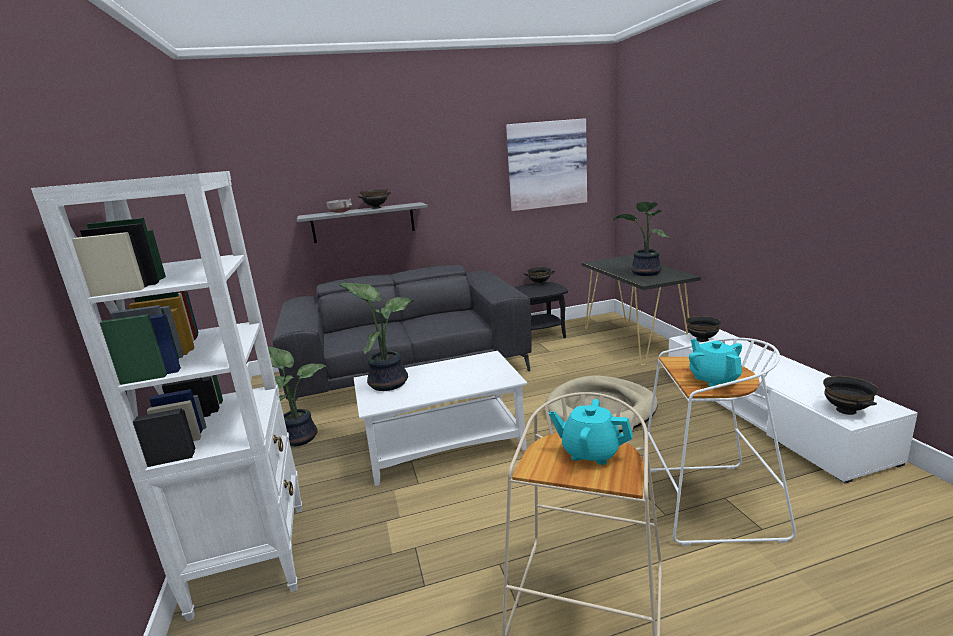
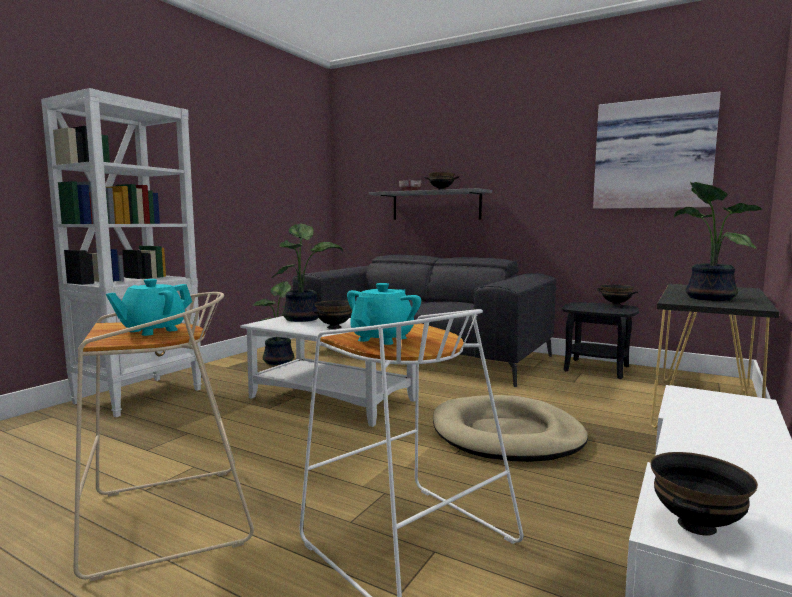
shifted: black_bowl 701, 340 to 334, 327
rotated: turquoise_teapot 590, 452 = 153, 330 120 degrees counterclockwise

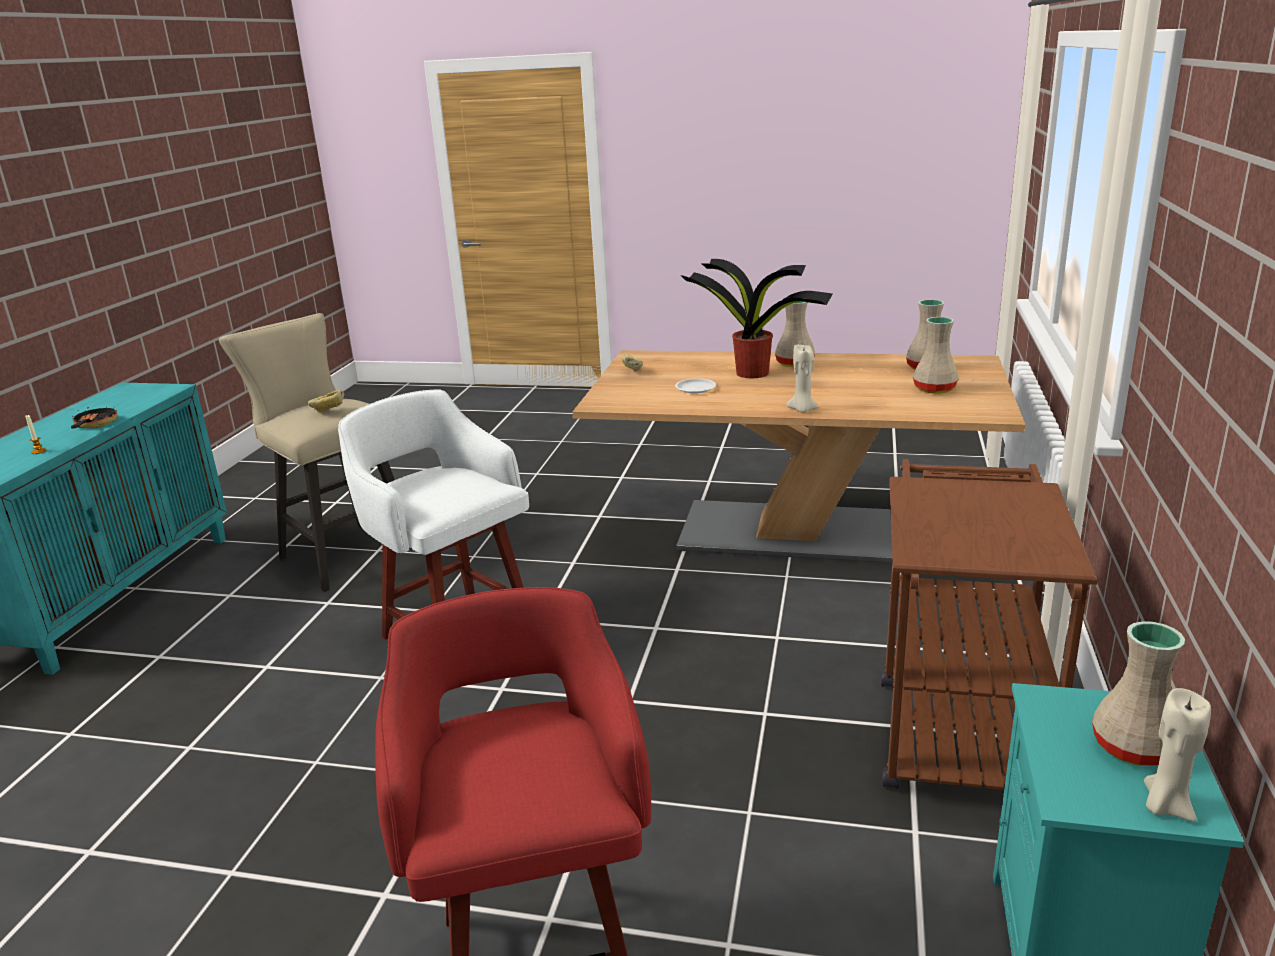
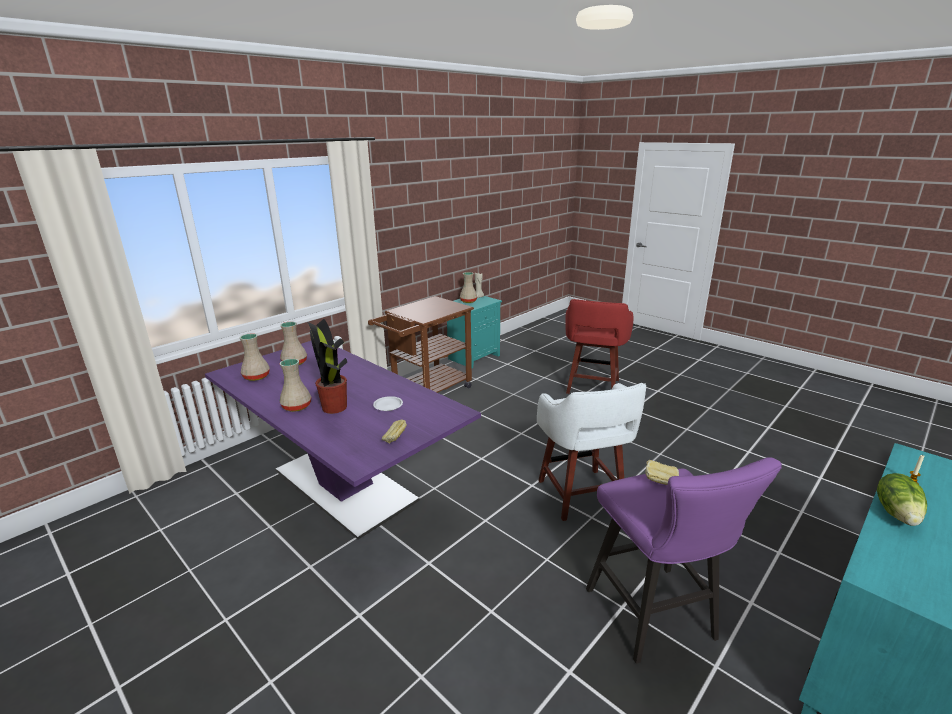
gone: beige_wax_candle 802, 410
swapped: frying_pan 94, 425 to lettuce_head 897, 513
repainted: beige_stool_seat 342, 552 to purple-coloured_stool_seat 656, 620; beige_kitchen_table 793, 533 to purple-coloured_kitchen_table 344, 486

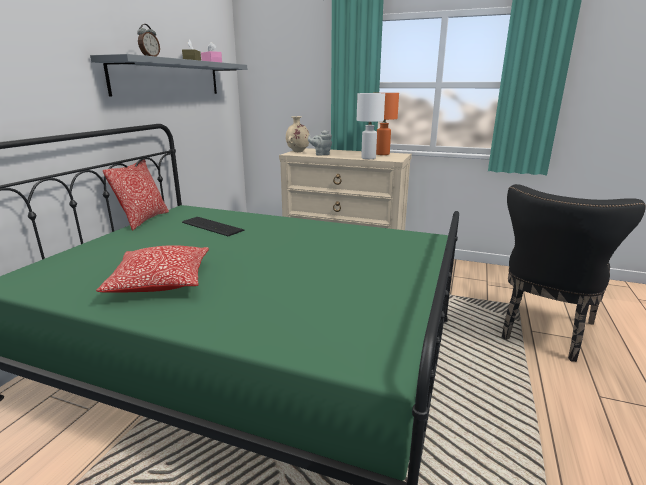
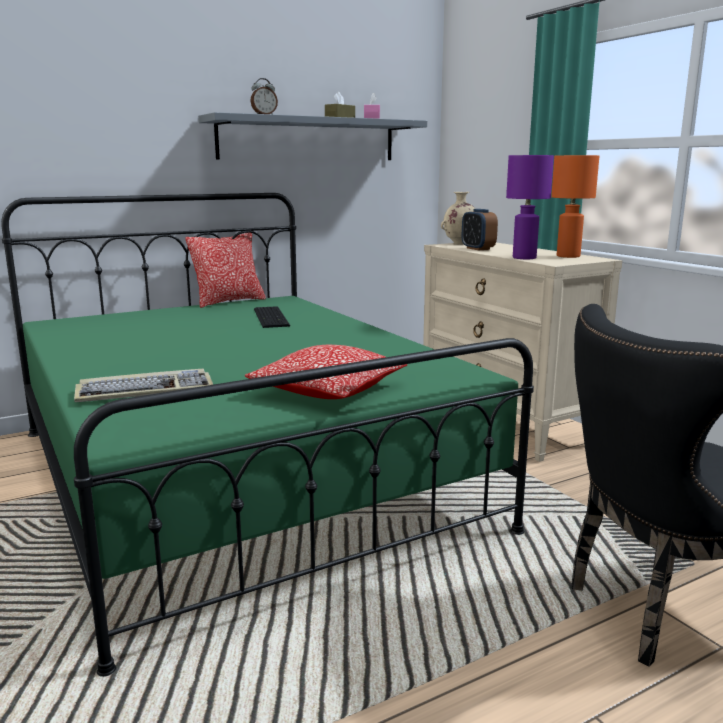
new: computer_keyboard 146, 390
shifted: cushion 161, 282 to 328, 391
swapped: gray_teapot 321, 154 to table_clock 478, 249
repainted: whitish_table_lamp 368, 158 to purple-coloured_table_lamp 525, 258

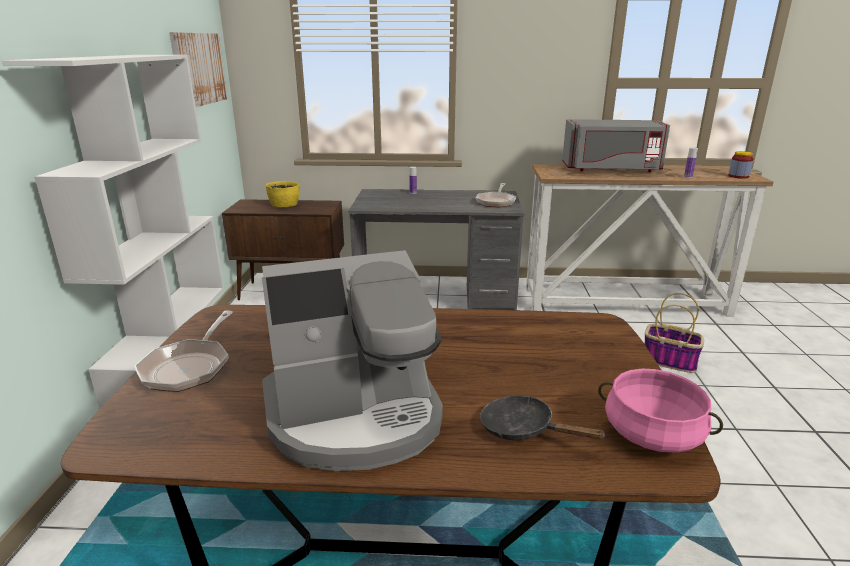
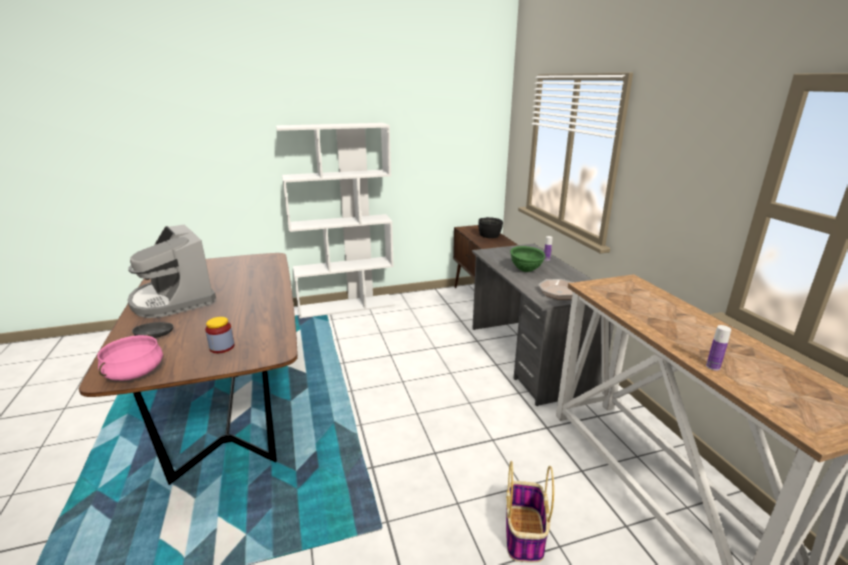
gone: frying_pan 189, 367; picture 198, 69; gray_microwave_oven 611, 169
new: green_bowl 526, 271
shifted: storage_jar 738, 176 to 222, 347
repainted: yellow-coloured_bowl 284, 204 to black_bowl 490, 235

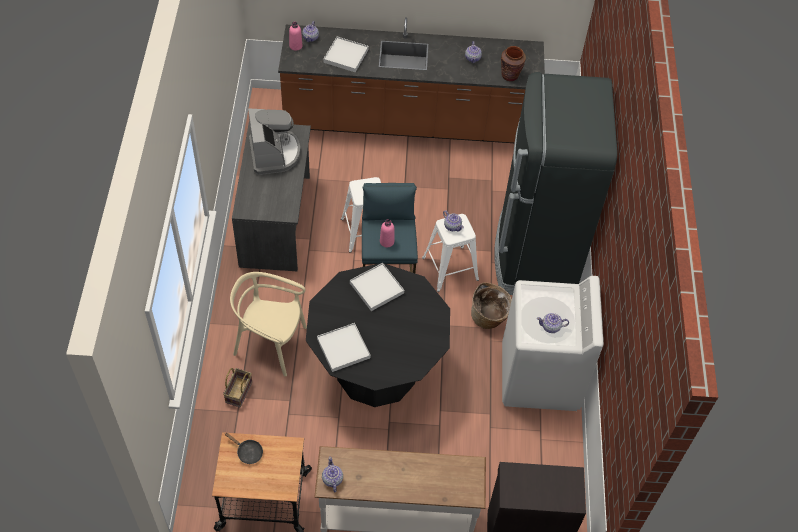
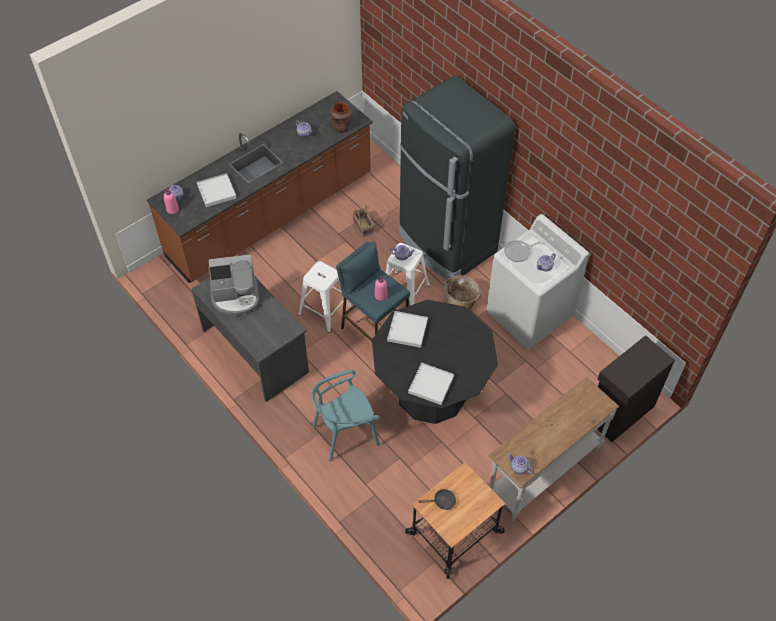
new: frying_pan 518, 252
shifted: basket 239, 393 to 364, 227
repainted: beige_chair 270, 344 to turquoise_chair 345, 433
rotated: coffee_machine 274, 153 = 236, 297 135 degrees clockwise

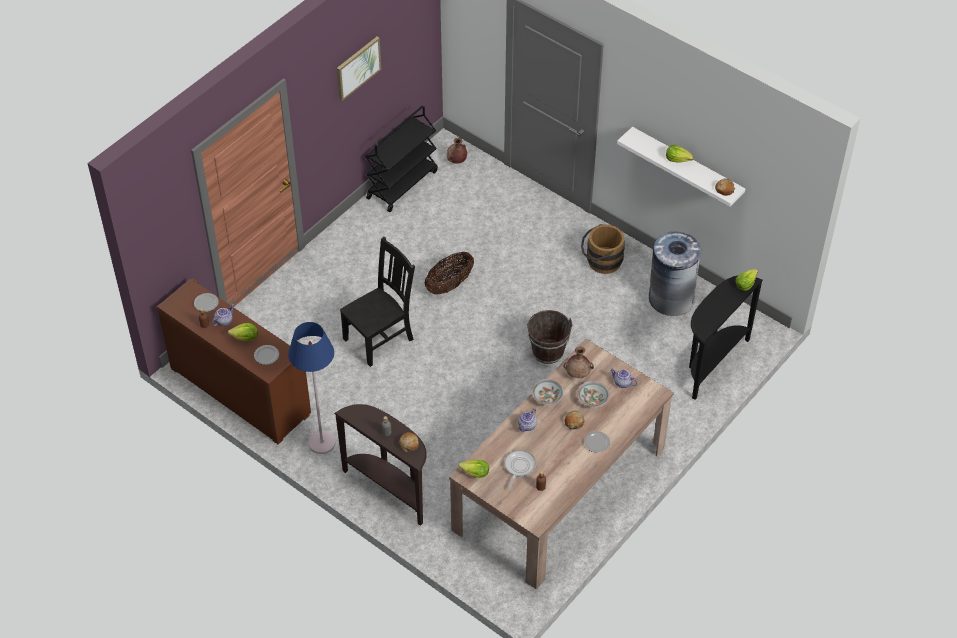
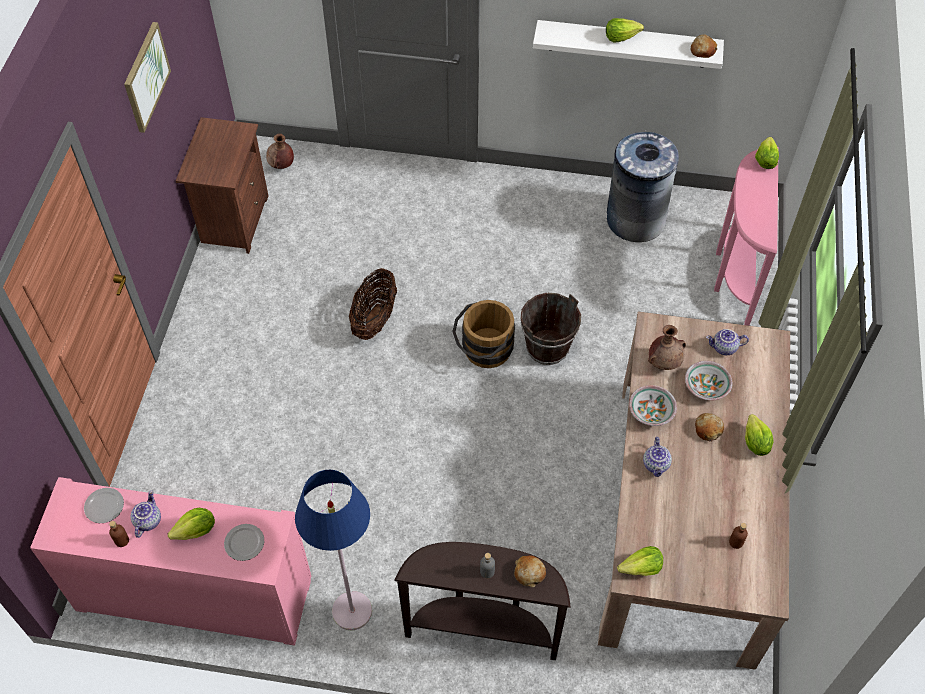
gone: black_chair 380, 338; frying_pan 519, 467
shifted: brown_pail 601, 261 to 484, 351
swapped: black_trolley 402, 184 to brown_bedside_table 234, 220; dinner_plate 596, 442 to lettuce_head 755, 443
repainted: brown_cupboard 240, 391 to pinkish_cupboard 194, 594; black_console_table 711, 363 to pinkish_console_table 733, 274

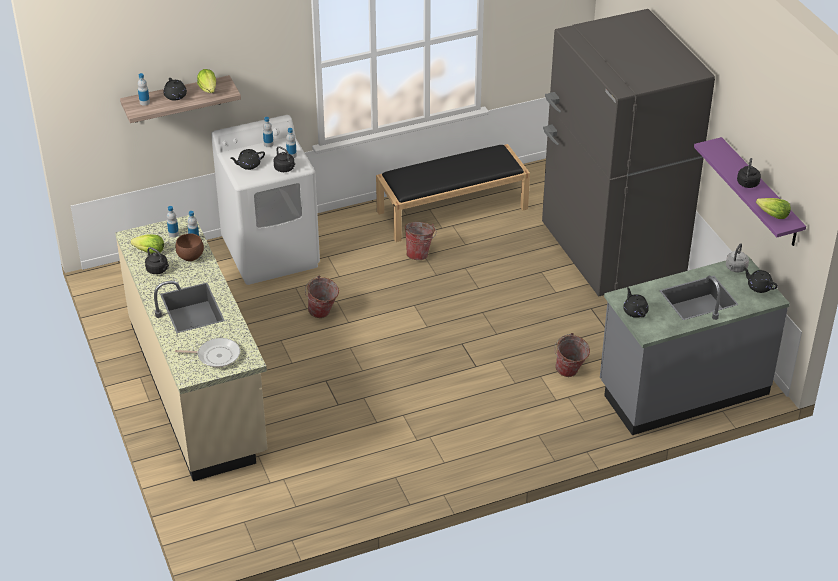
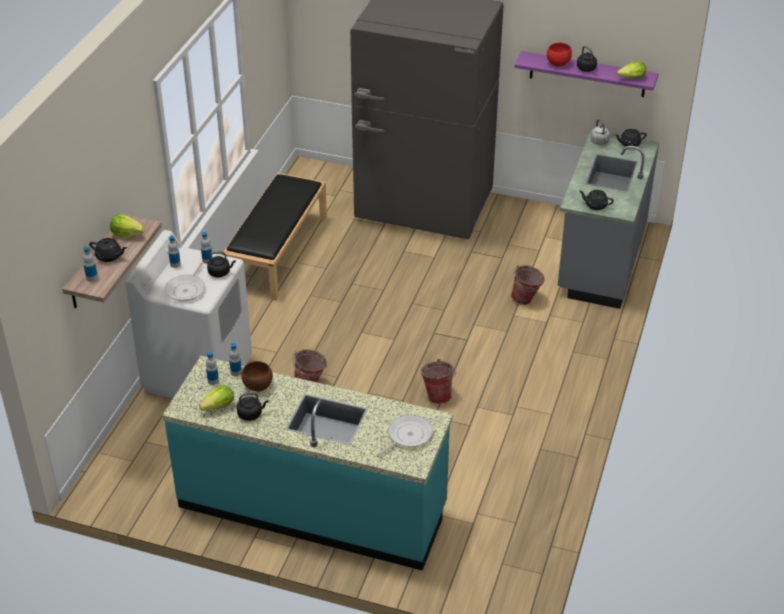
new: red-coloured_bowl 557, 63
shifted: pail 420, 254 to 437, 395
swapped: black_teapot 248, 165 to frying_pan 187, 289
repainted: beige_kitchen_counter 198, 388 to turquoise_kitchen_counter 312, 507

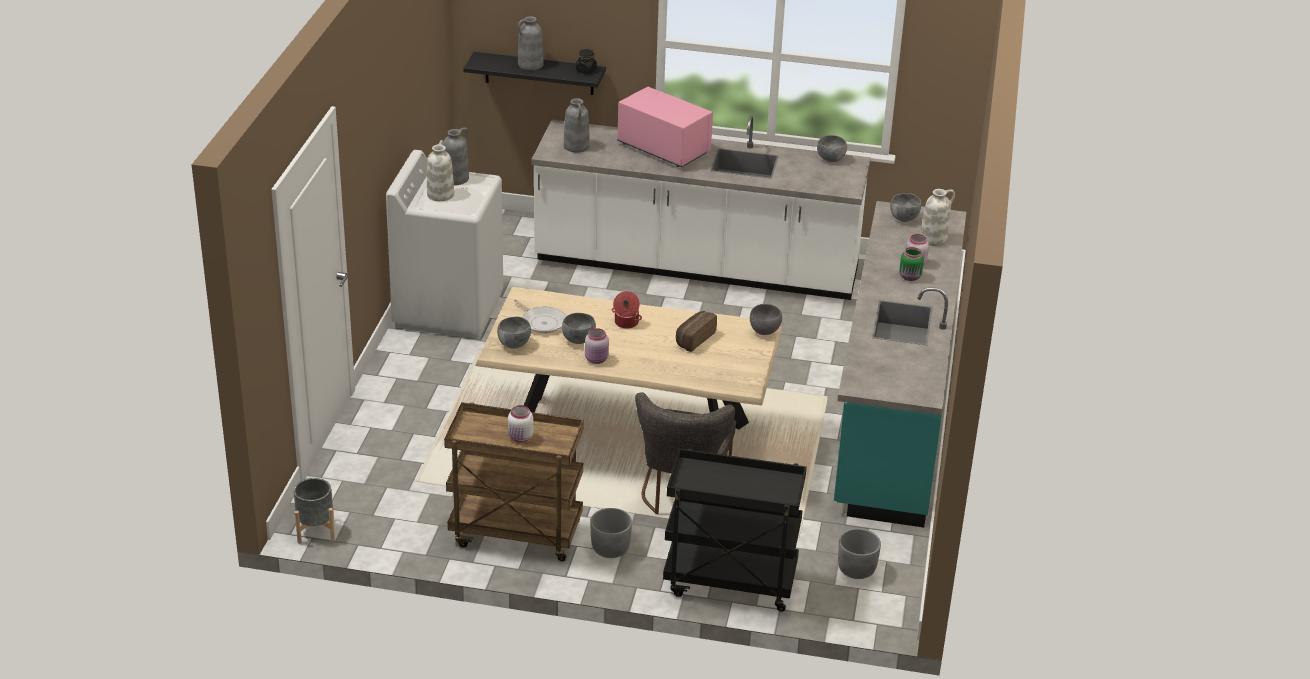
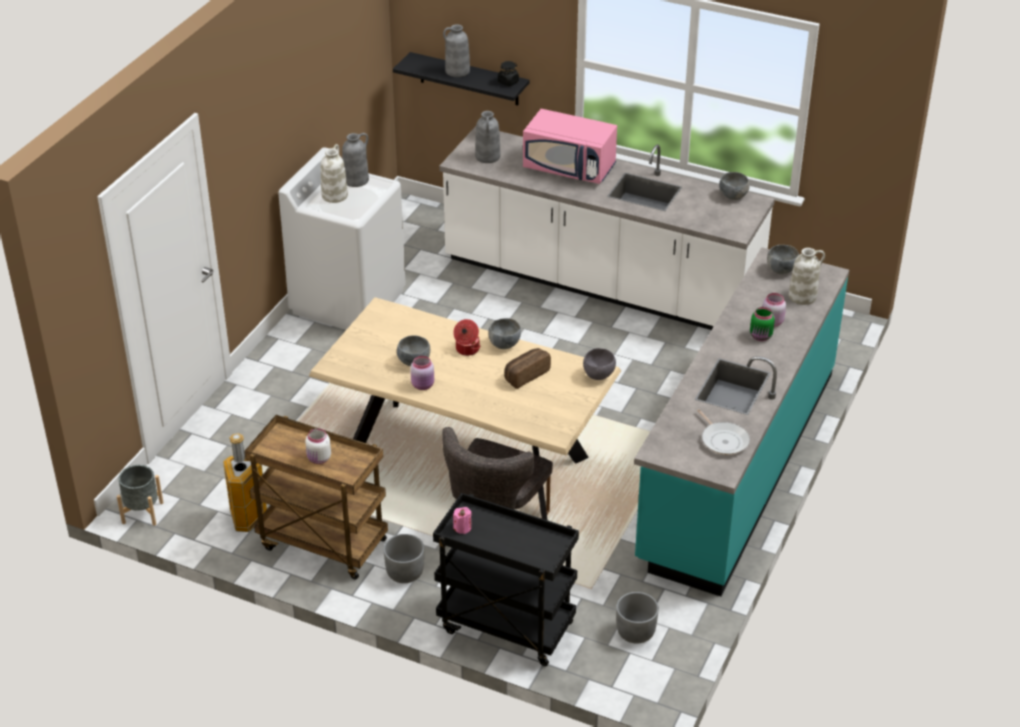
new: trash_can 246, 519; pinkish_wax_candle 462, 528
shifted: gray_bowl 513, 344 to 504, 344; frying_pan 542, 322 to 723, 440
rotated: pinkish_microwave_oven 662, 149 = 570, 168 150 degrees clockwise

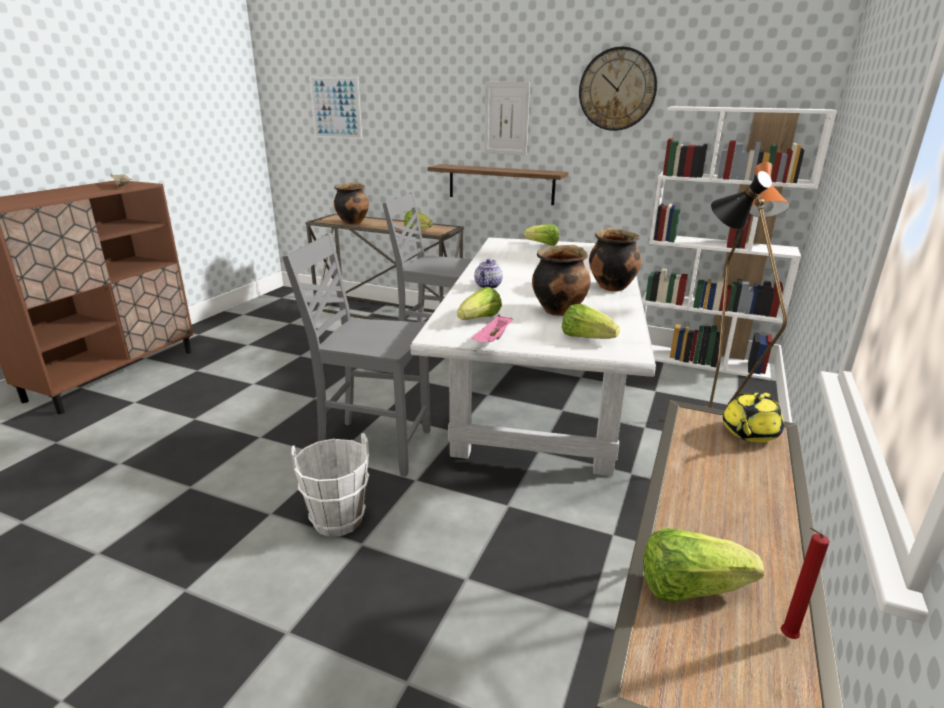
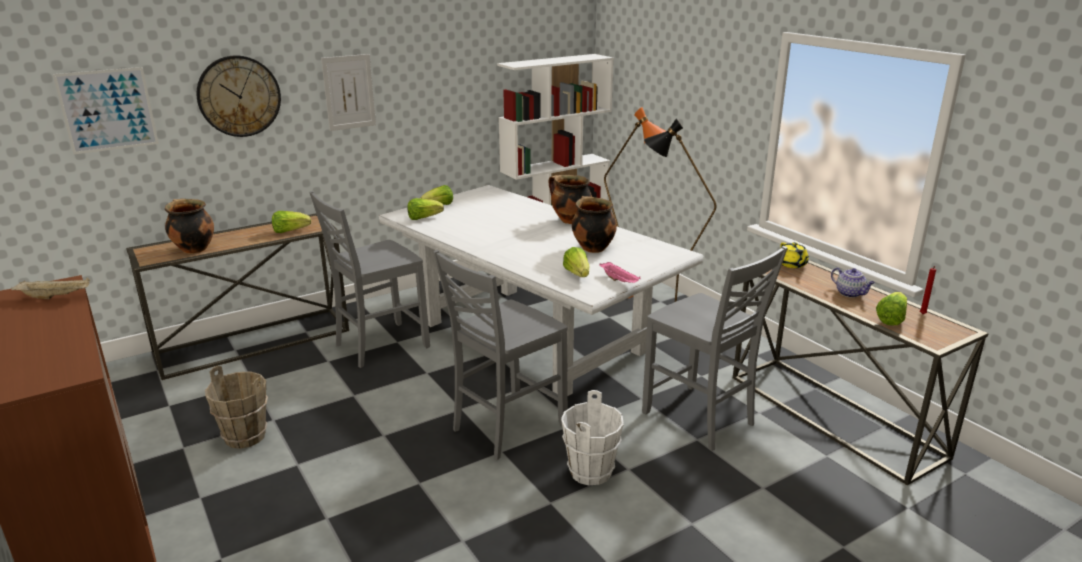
gone: wall_shelf 501, 184
new: brown_pail 245, 437; gray_chair 700, 419
shifted: teapot 488, 286 to 850, 294; lettuce_head 586, 338 to 423, 218; wall_clock 617, 89 to 239, 96

